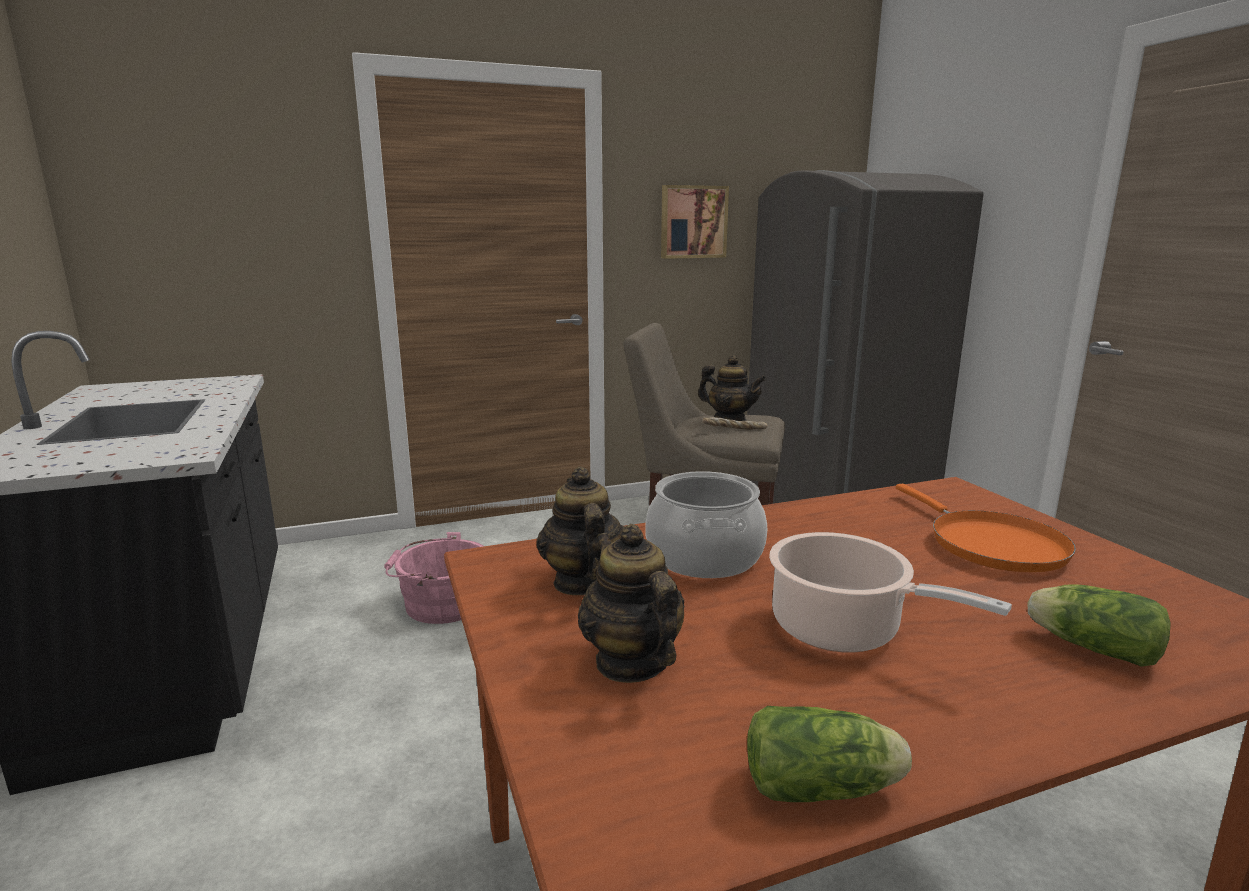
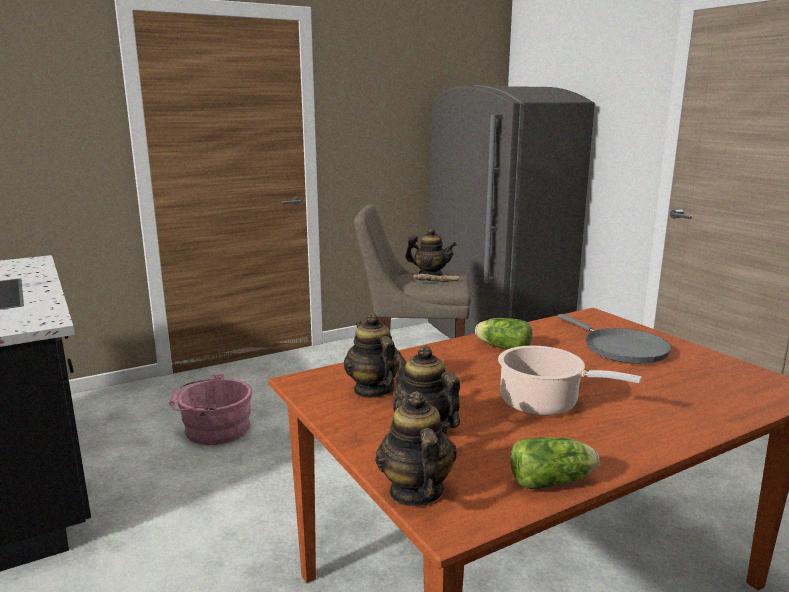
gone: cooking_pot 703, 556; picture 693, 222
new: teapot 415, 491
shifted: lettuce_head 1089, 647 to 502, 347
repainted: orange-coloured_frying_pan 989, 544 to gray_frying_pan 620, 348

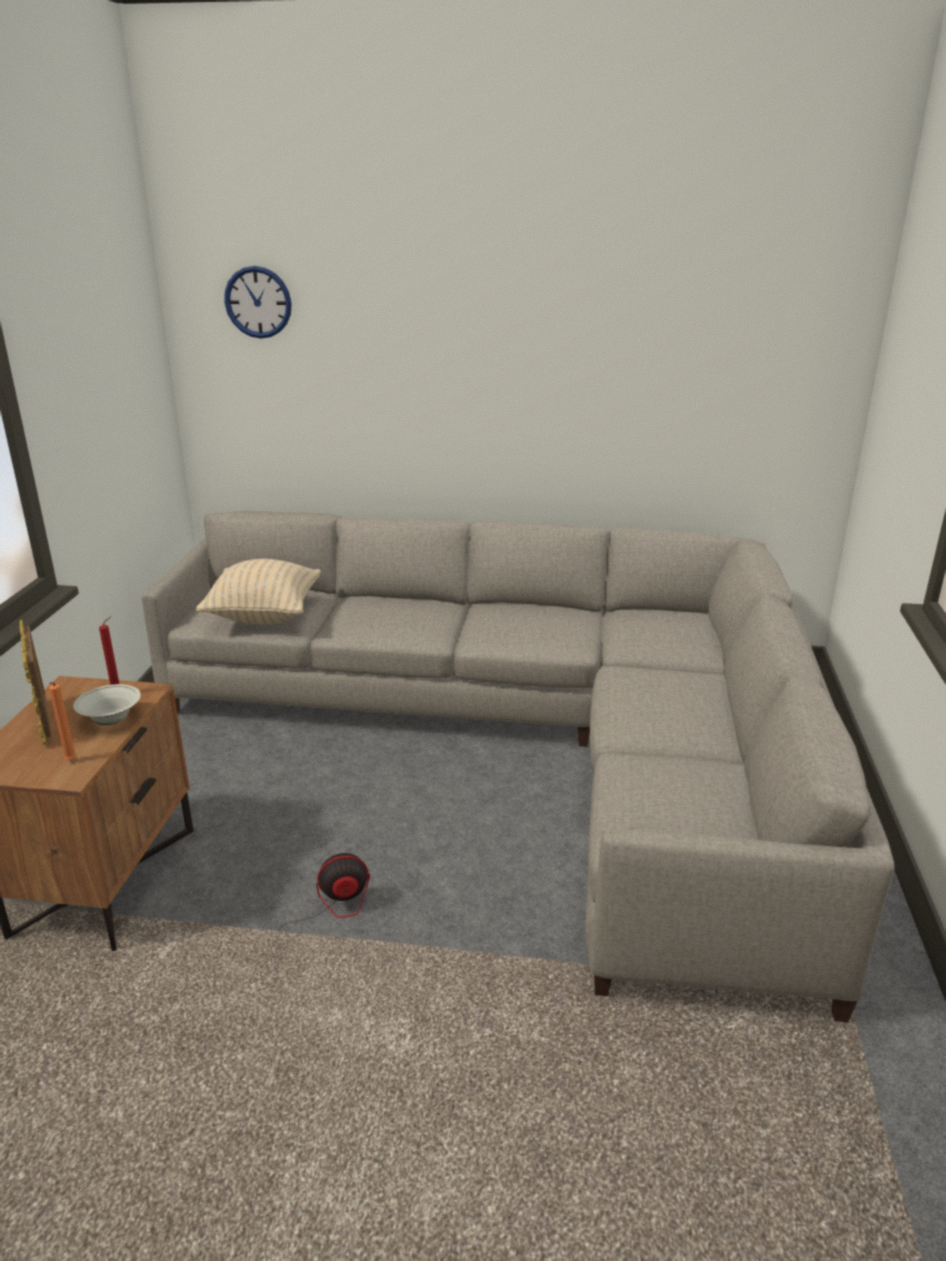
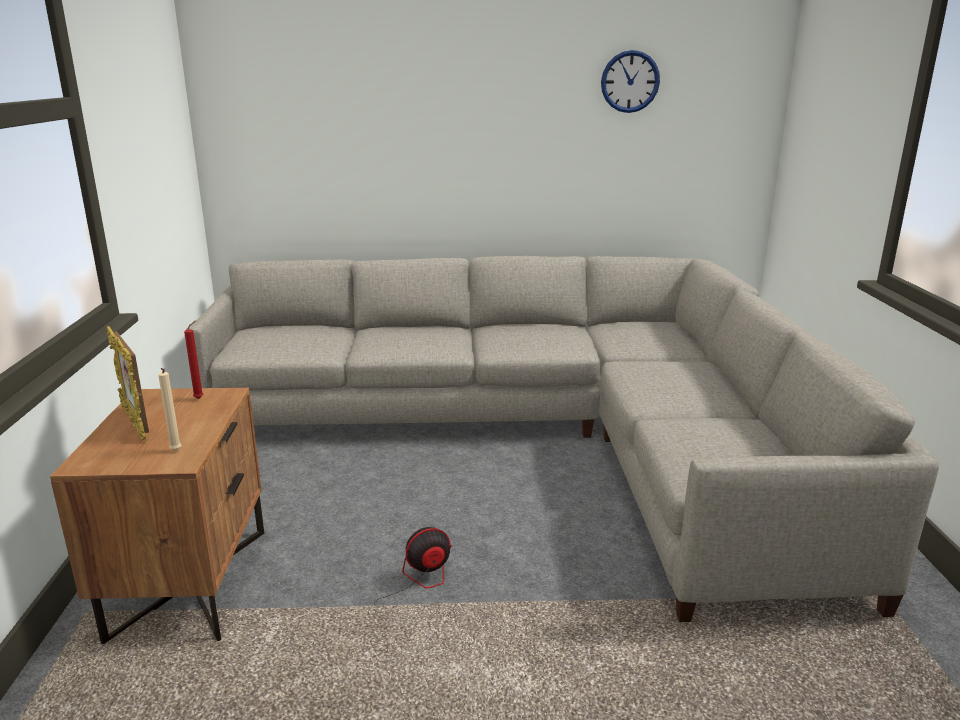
gone: whitish_bowl 111, 721; beige_cushion 264, 615
shifted: wall_clock 258, 302 to 630, 81
repainted: orange-coloured_wax_candle 70, 762 to beige_wax_candle 175, 451

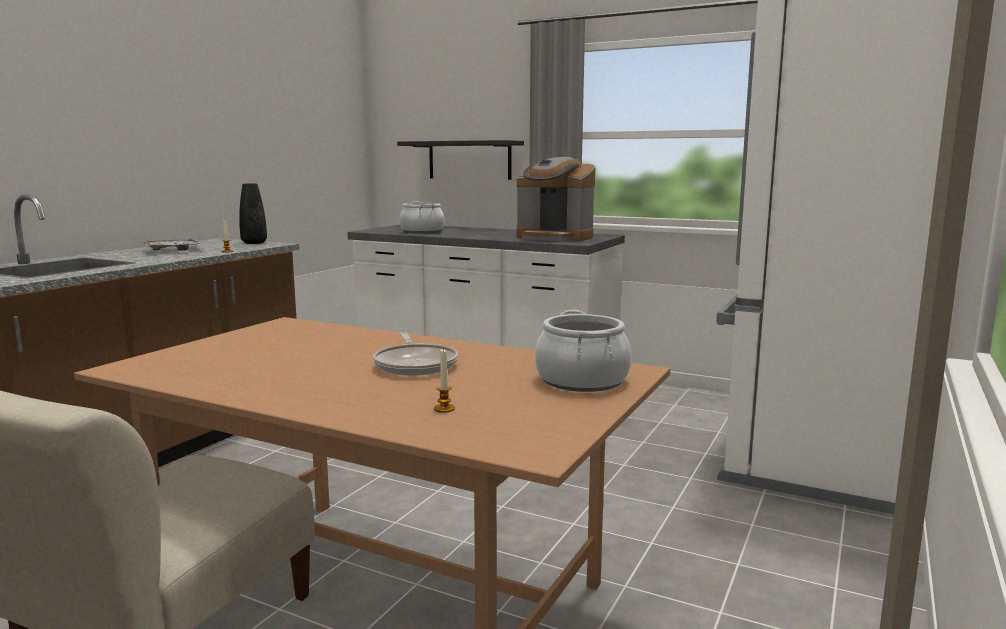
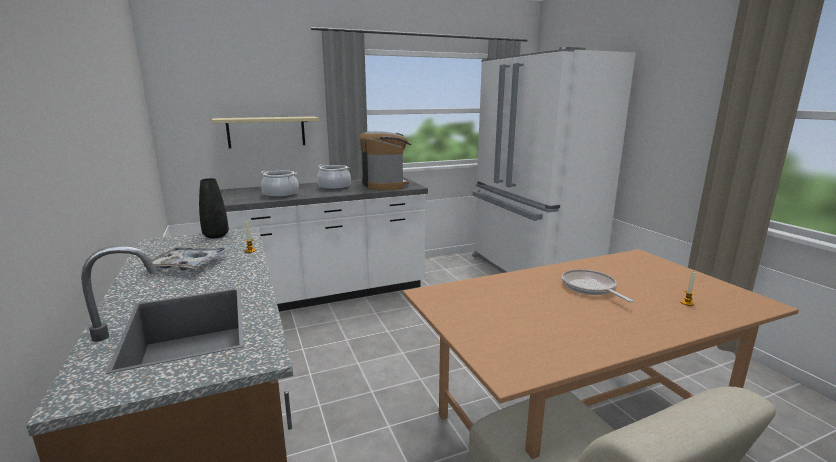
shifted: cooking_pot 582, 380 to 334, 187
repainted: black_wall_shelf 469, 160 to beige_wall_shelf 266, 132
rotated: frying_pan 415, 365 = 590, 288 135 degrees counterclockwise; coffee_machine 555, 238 = 385, 185 90 degrees counterclockwise

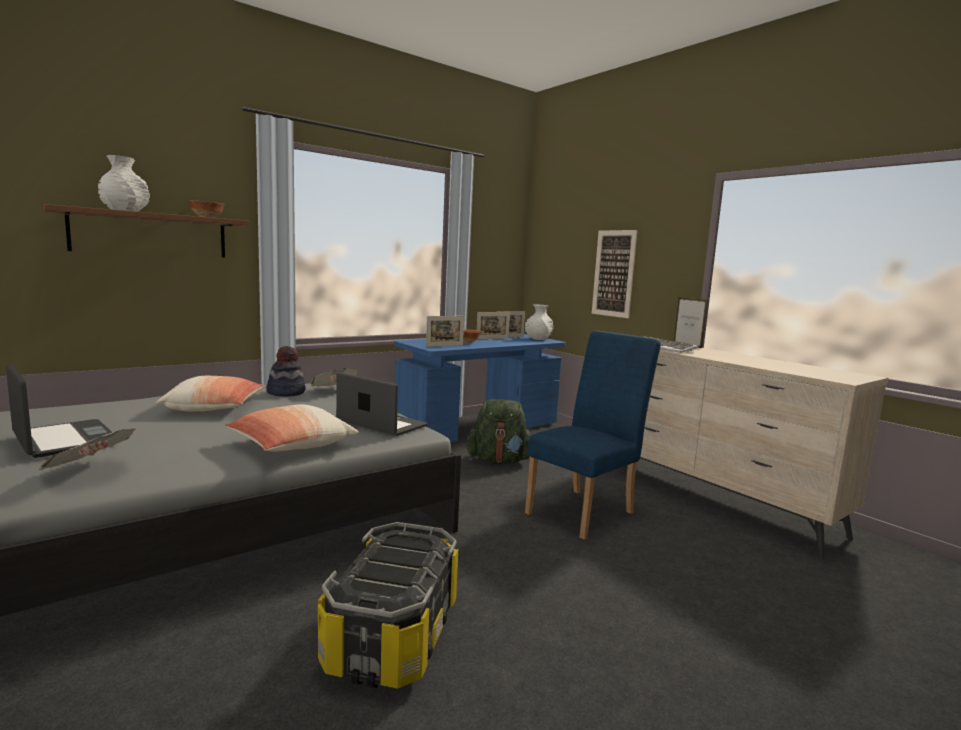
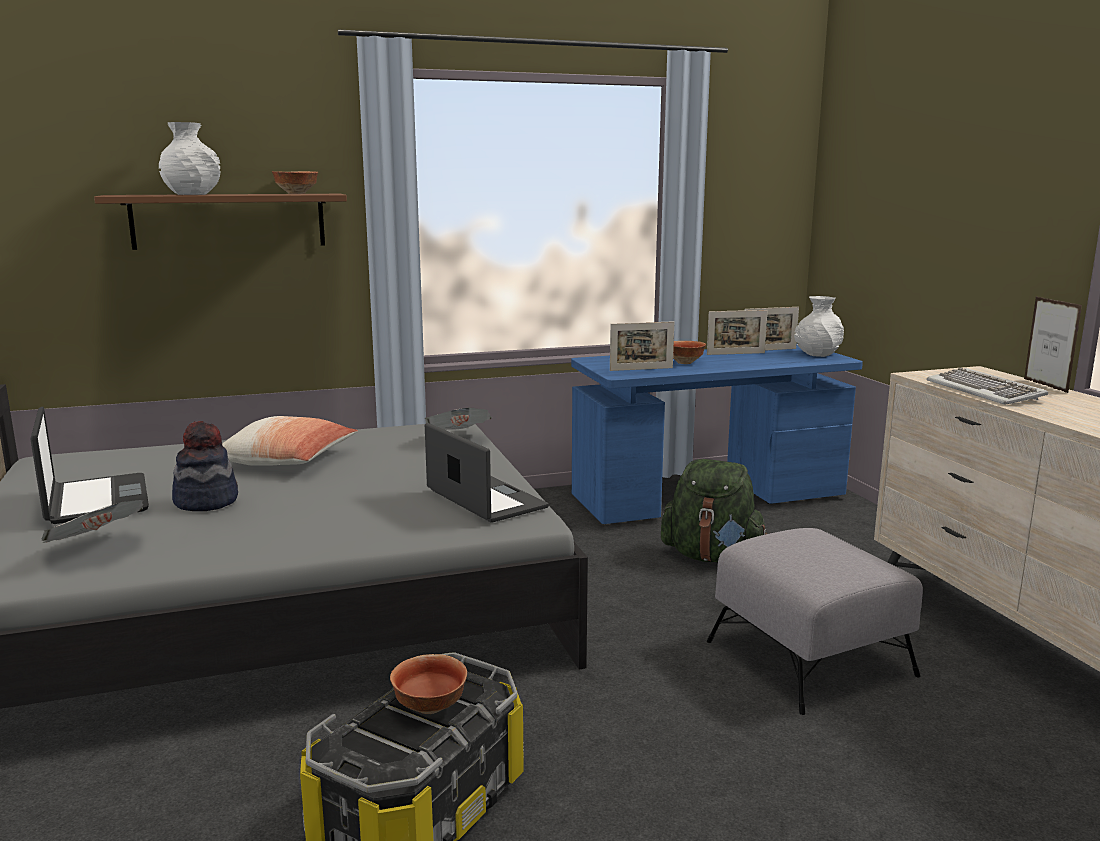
gone: cushion 291, 446; picture 614, 273
new: bowl 431, 706
shifted: hat 286, 392 to 206, 501
swapped: blue_chair 585, 511 to gray_footrest 810, 658

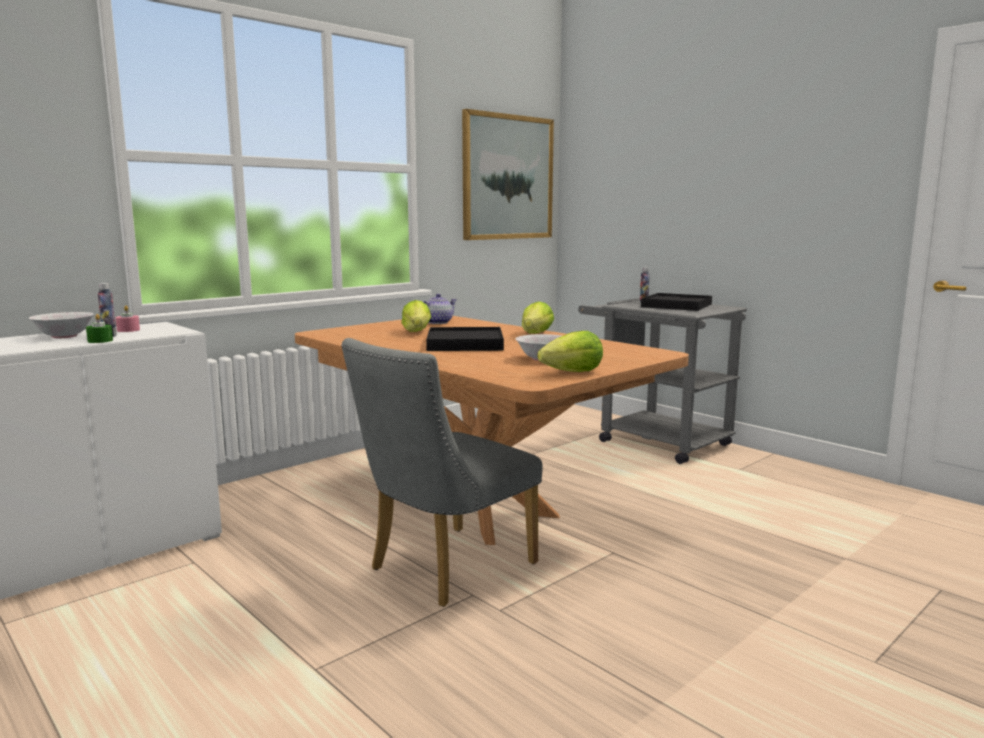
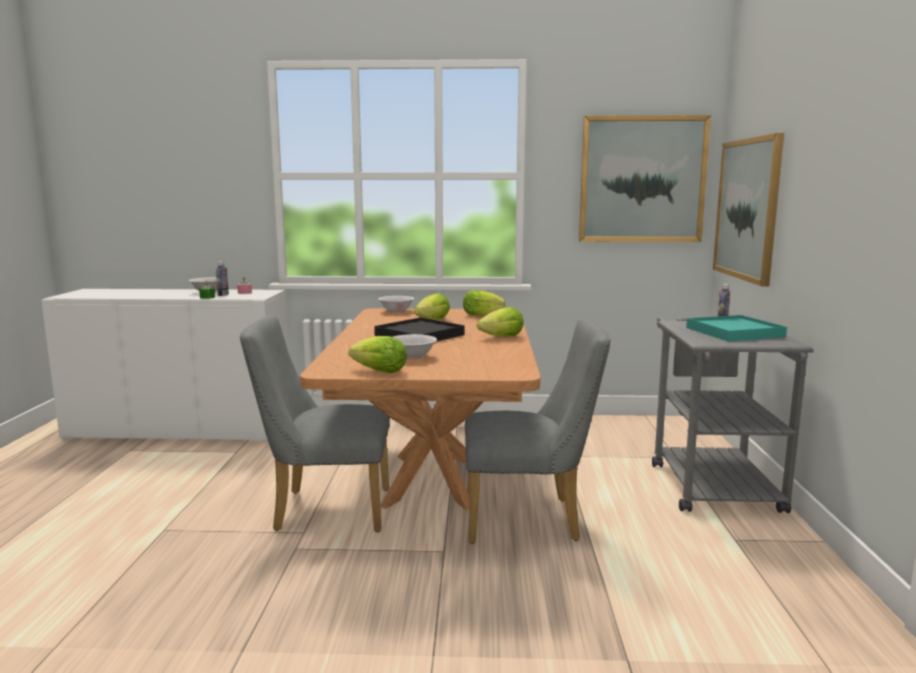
new: whitish_bowl 396, 311; gray_chair 530, 519; picture 747, 209
swapped: teapot 438, 322 to lettuce_head 481, 315
repainted: black_carrying_tray 676, 305 to turquoise_carrying_tray 734, 332

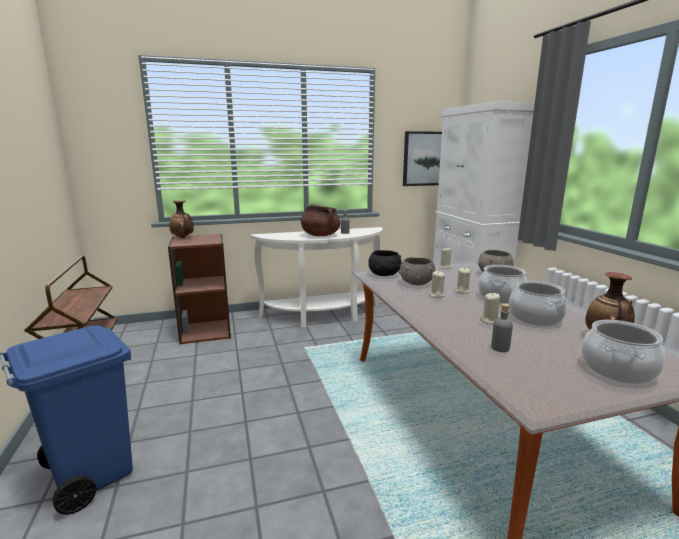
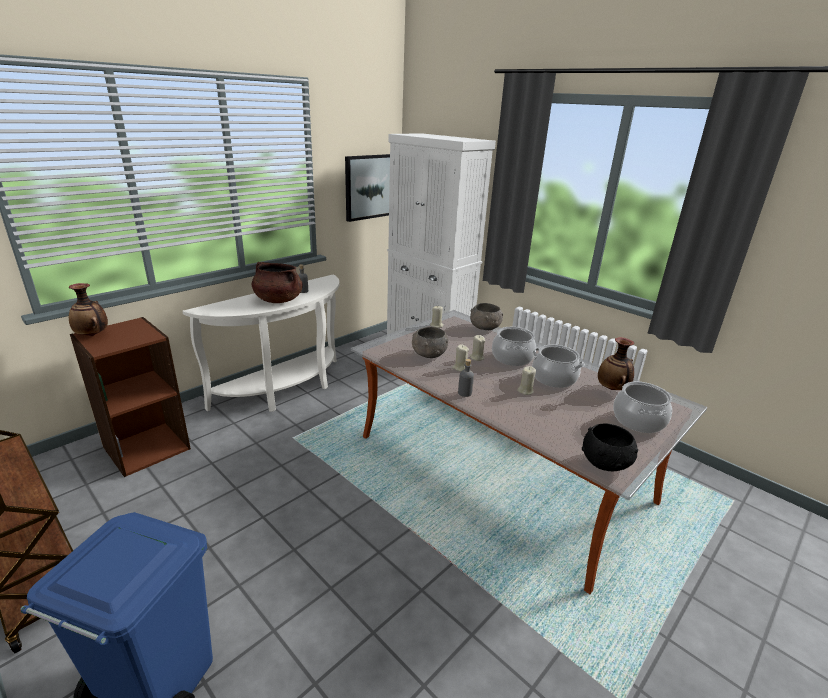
shifted: black_bowl 384, 274 to 606, 462; gray_beverage_bottle 500, 348 to 464, 393

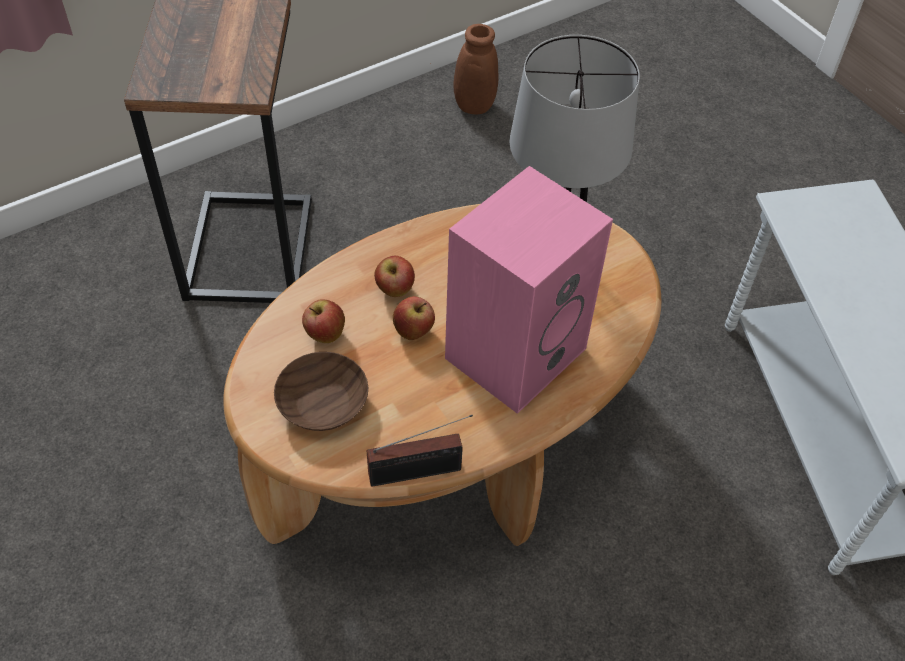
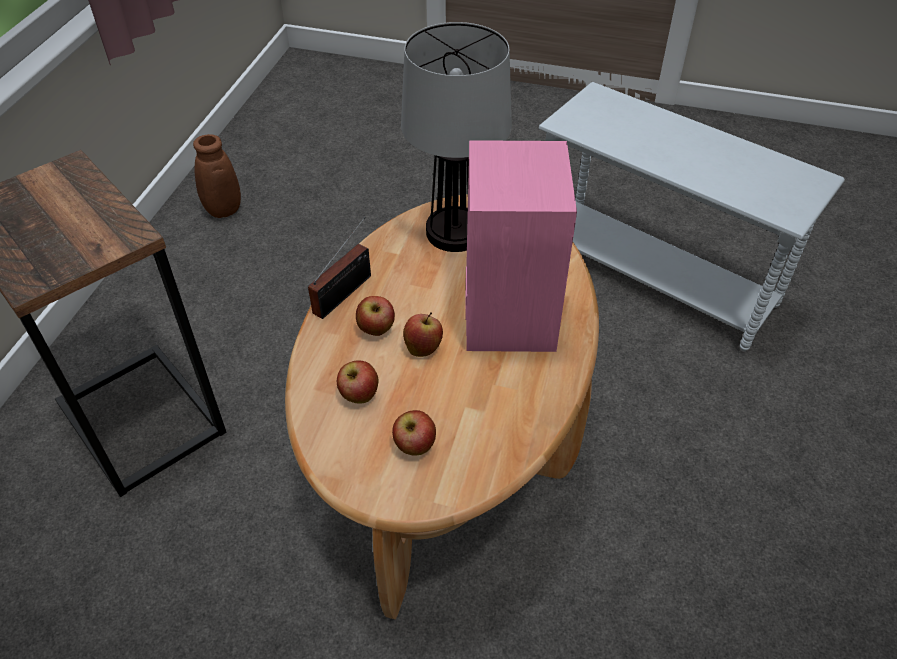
shifted: radio 420, 472 to 346, 292
swapped: brown_bowl 321, 404 to whole_apple 415, 447

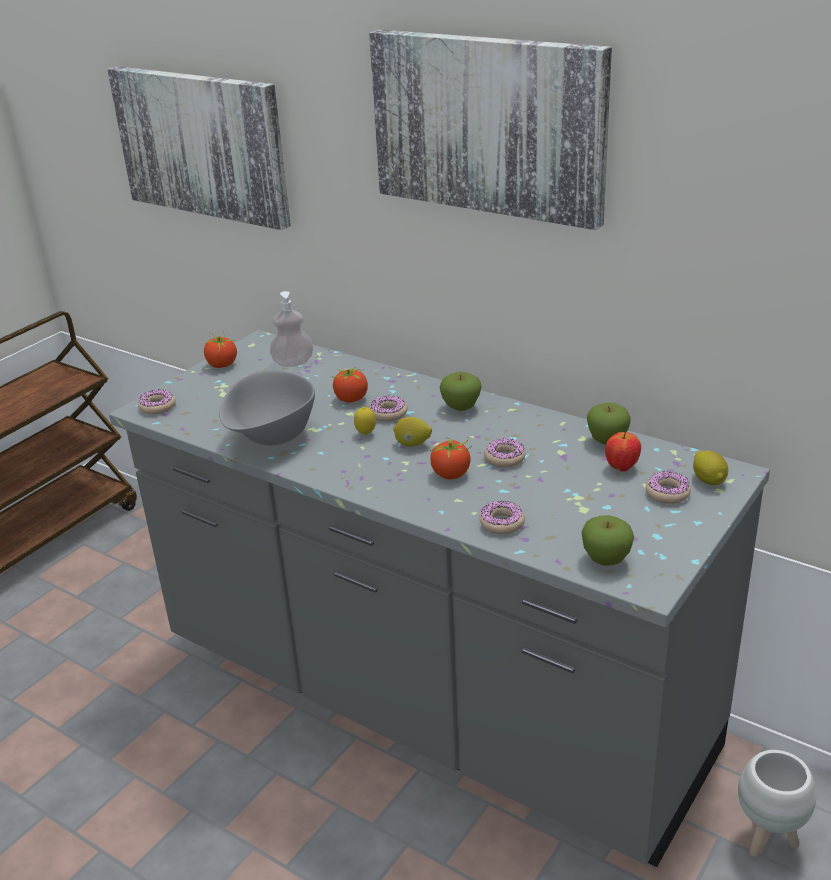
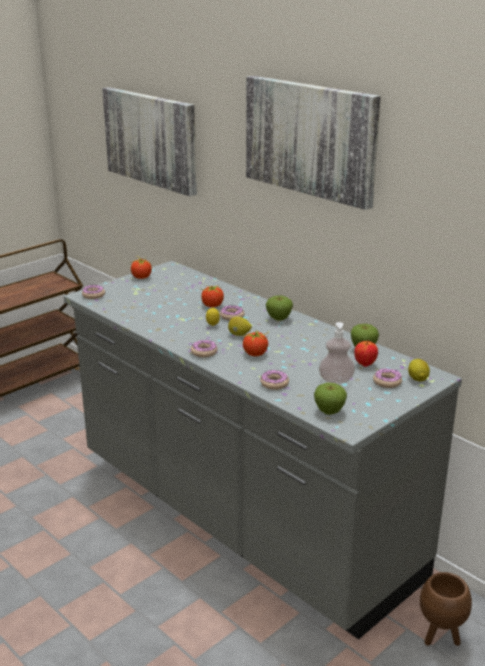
gone: gray_bowl 270, 439
shifted: soap_dispenser 293, 363 to 336, 380; donut 504, 458 to 204, 352
repainted: whitish_planter 768, 840 to brown_planter 440, 638

